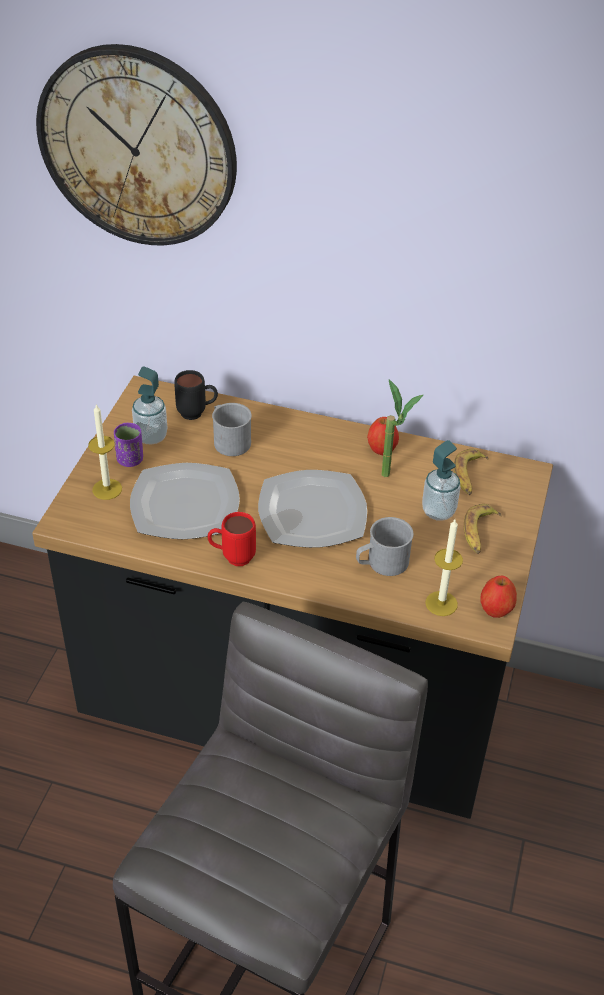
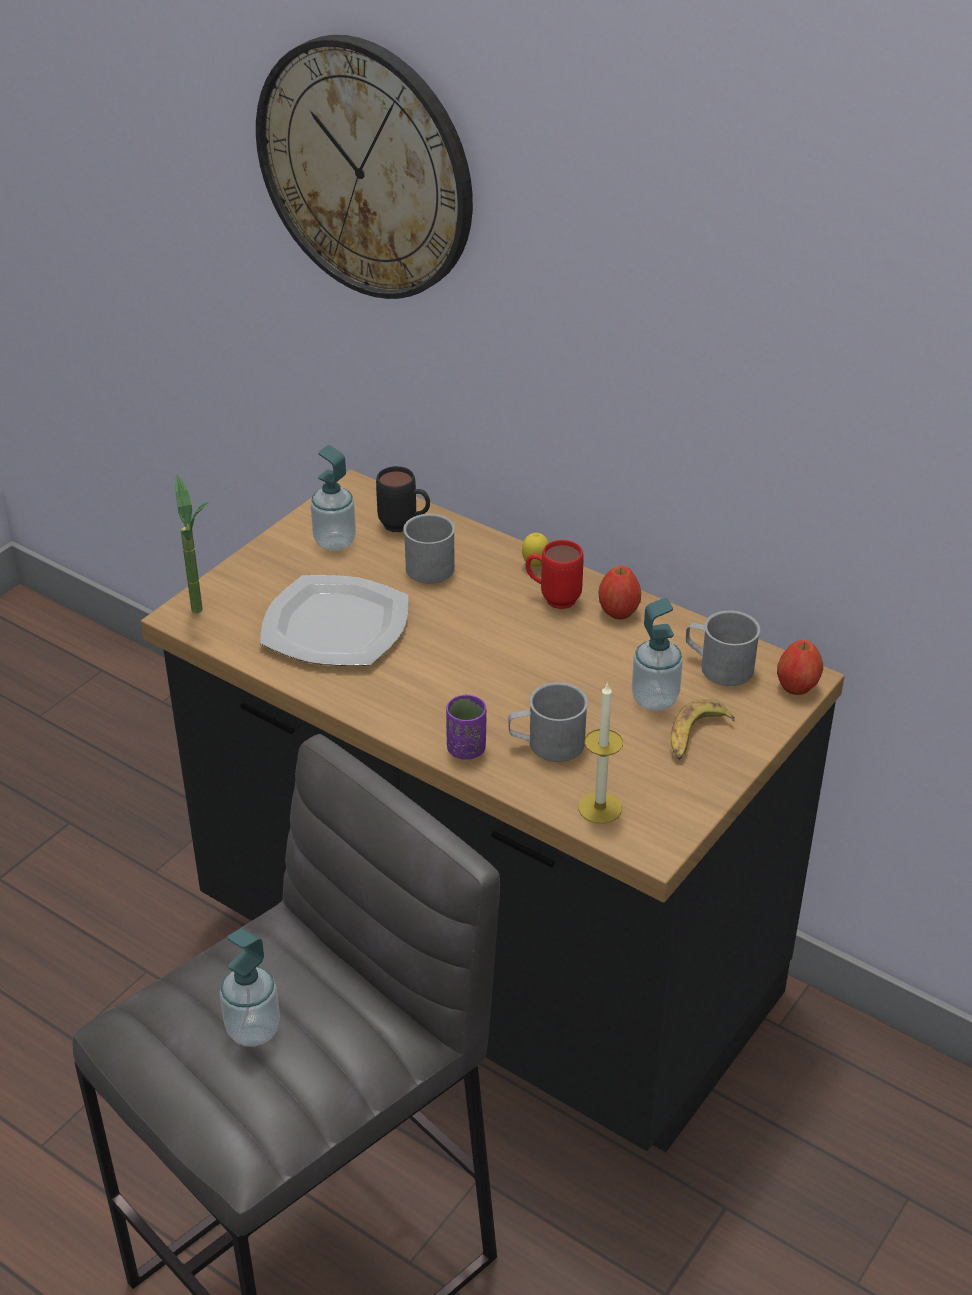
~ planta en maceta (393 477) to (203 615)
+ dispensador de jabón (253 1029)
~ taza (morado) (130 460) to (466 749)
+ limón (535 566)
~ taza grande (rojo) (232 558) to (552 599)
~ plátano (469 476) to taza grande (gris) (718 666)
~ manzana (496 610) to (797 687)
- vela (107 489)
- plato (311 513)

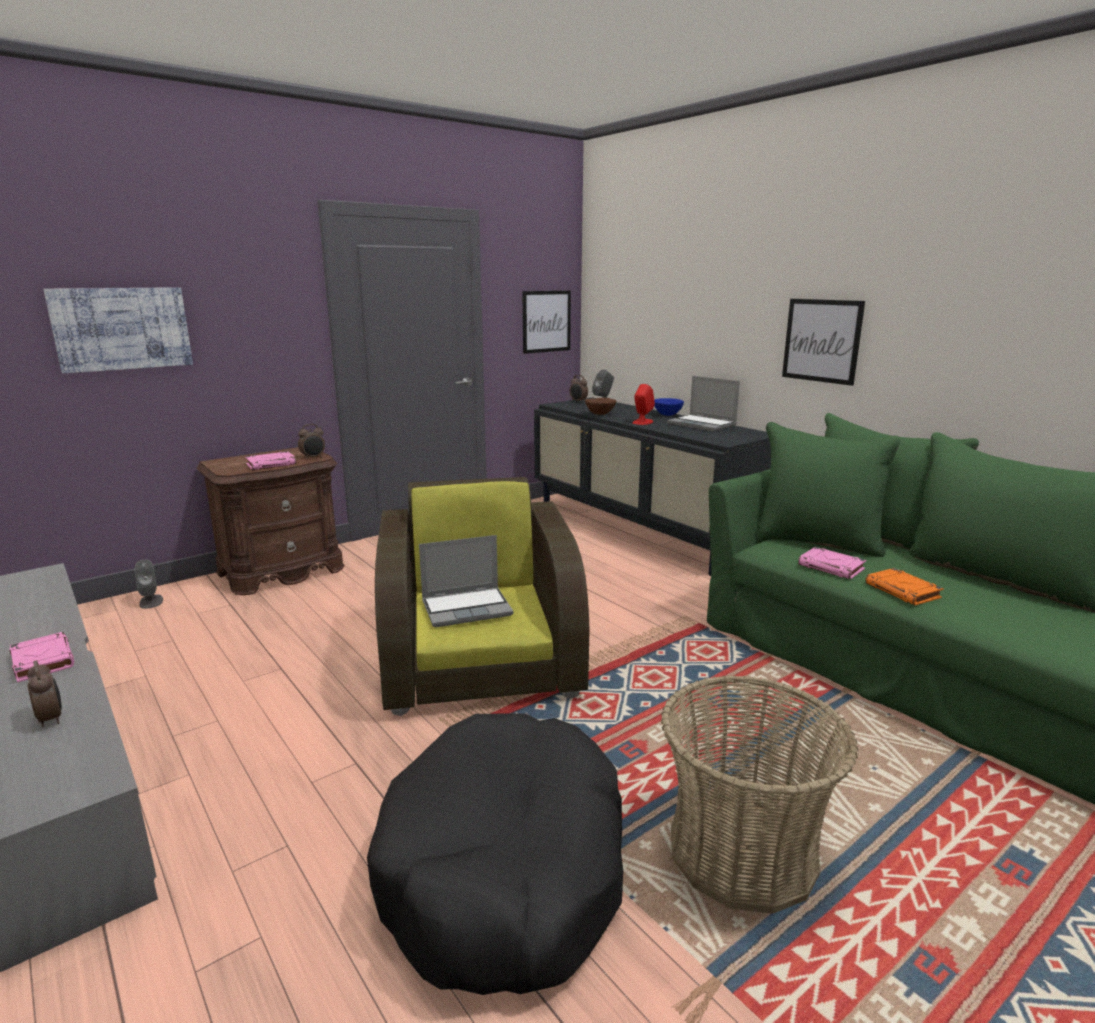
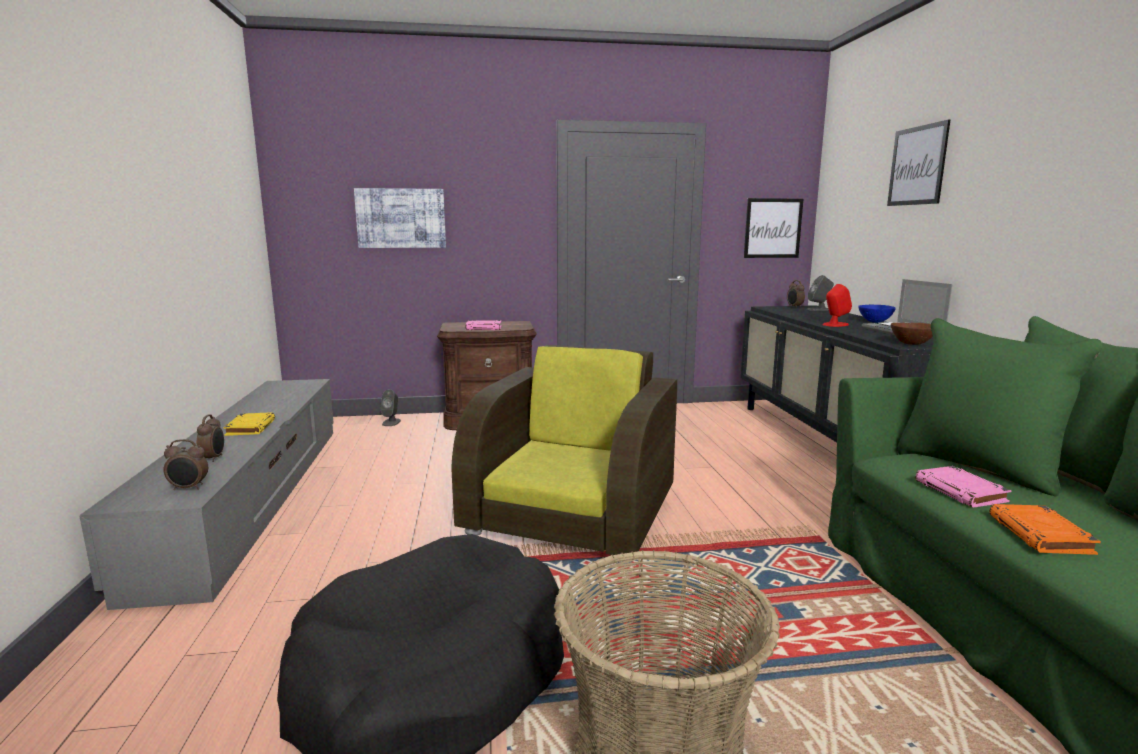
~ despertador (313 458) to (189 488)
~ libro (rosa) (42 661) to libro (amarillo) (250 427)
~ cuadro (821 341) to (917 165)
~ cuenco (marrón) (600 414) to (912 344)
- portátil (467 608)

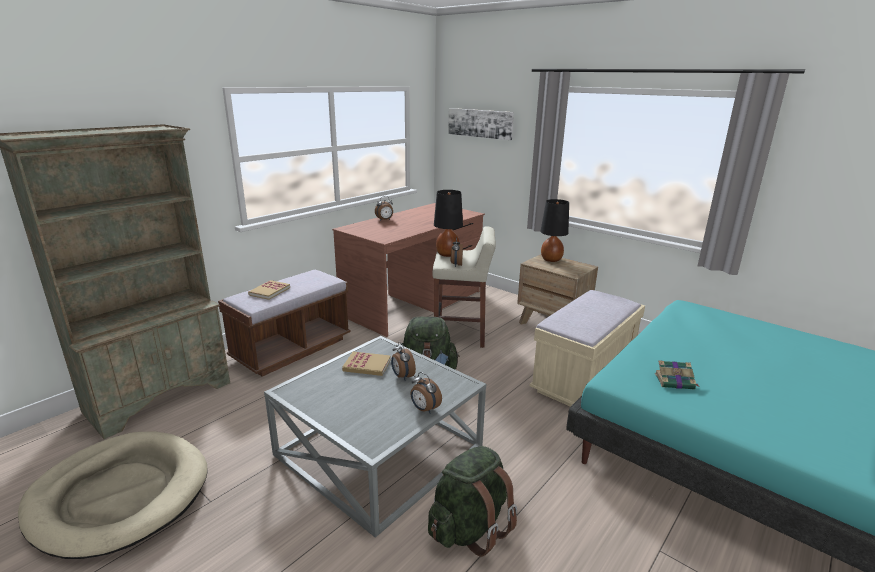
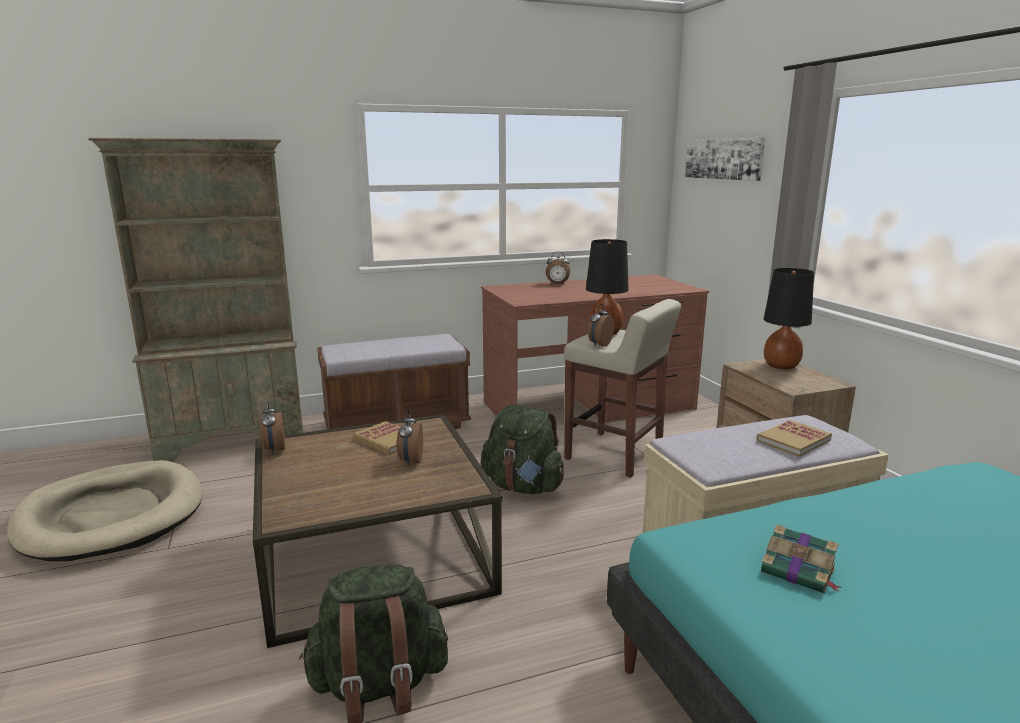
~ mesa de centro (gris) (380 449) to mesa de centro (marrón) (375 555)
~ despertador (424 409) to (274 449)
~ libro (269 291) to (793 440)

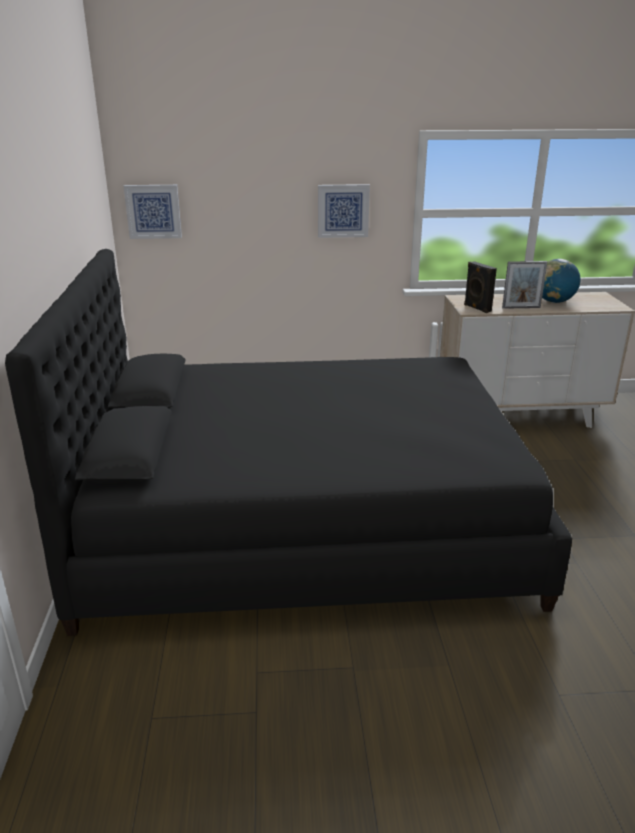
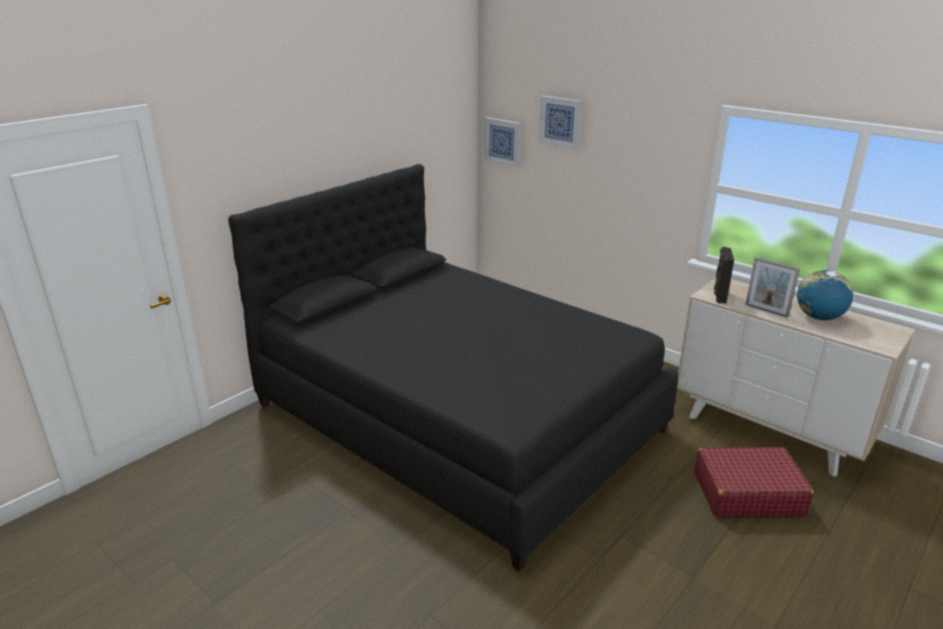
~ cuadro (343 211) to (560 121)
+ maleta (rojo) (747 494)

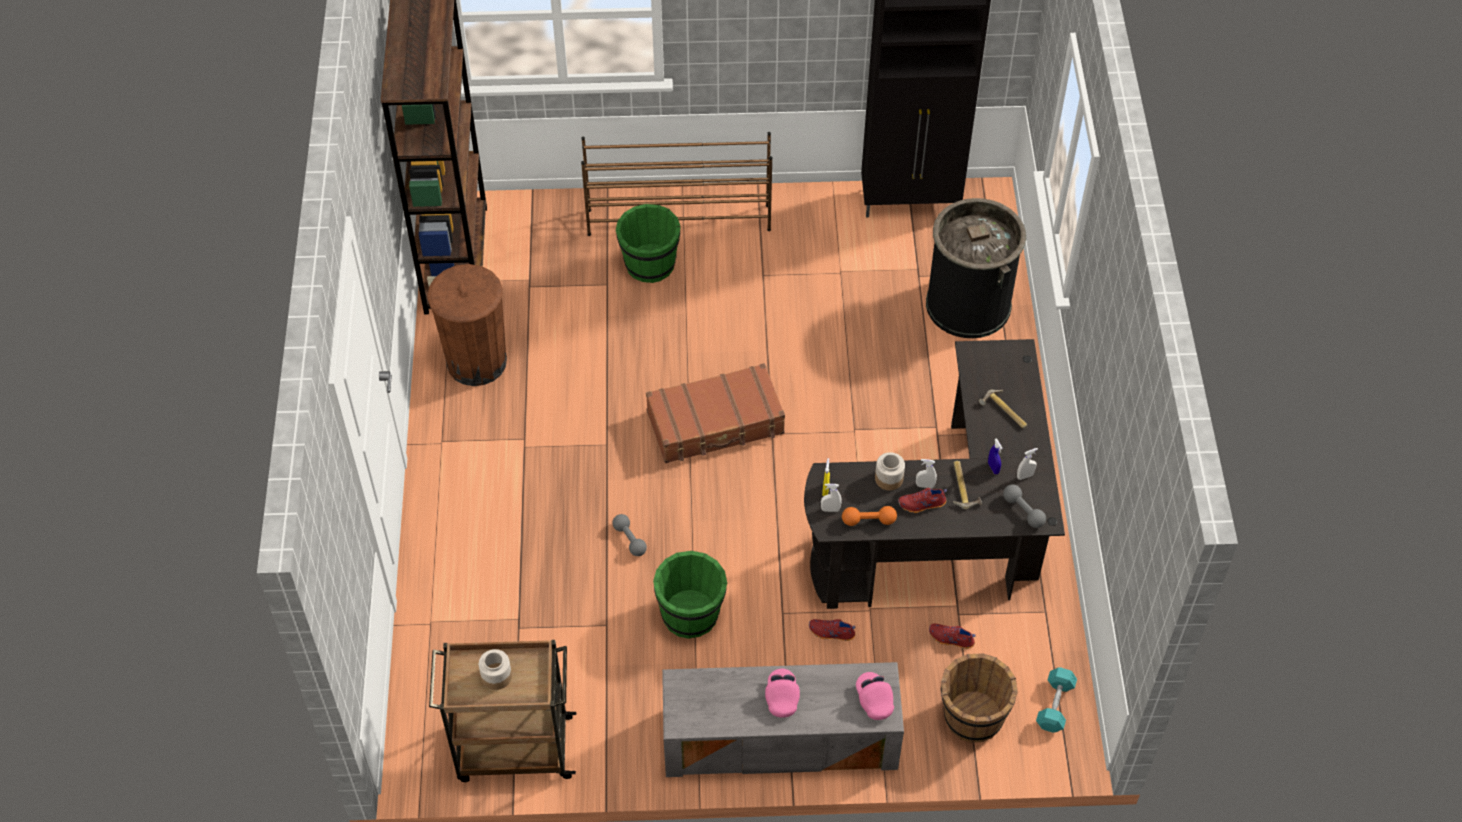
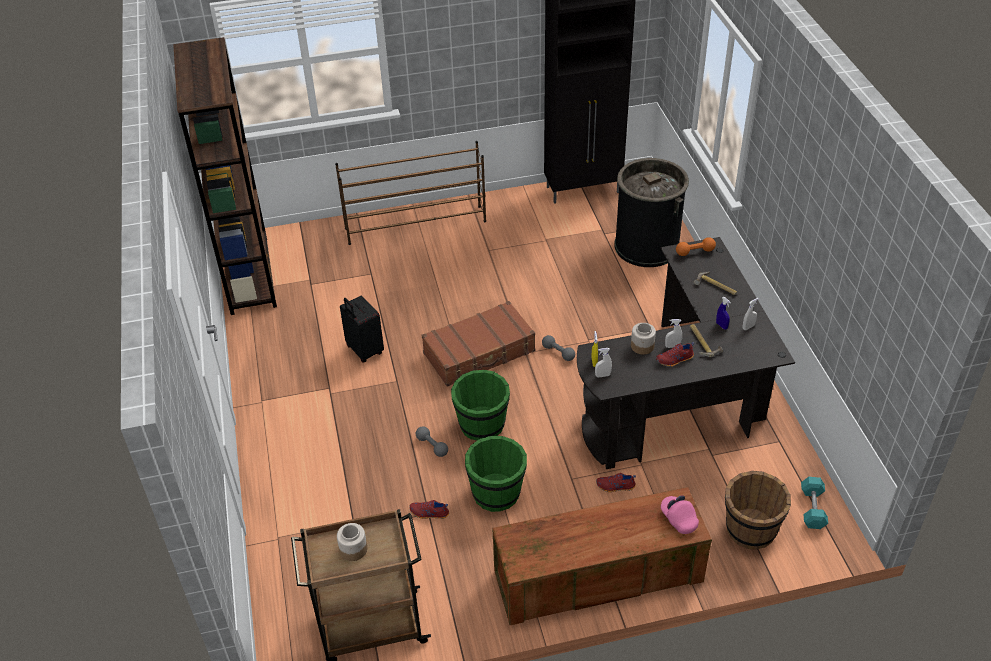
+ maleta (negro) (364 351)
~ zapato (rojo) (950 639) to (429 513)
~ cubo (verde) (650 265) to (482 425)
~ banco (gris) (778 741) to banco (marrón) (597 578)
~ mancuerna (gris) (1023 511) to (558 352)
~ mancuerna (naranja) (868 521) to (695 252)
- papelera (marrón) (477 362)
- gorra (rosa) (782 697)

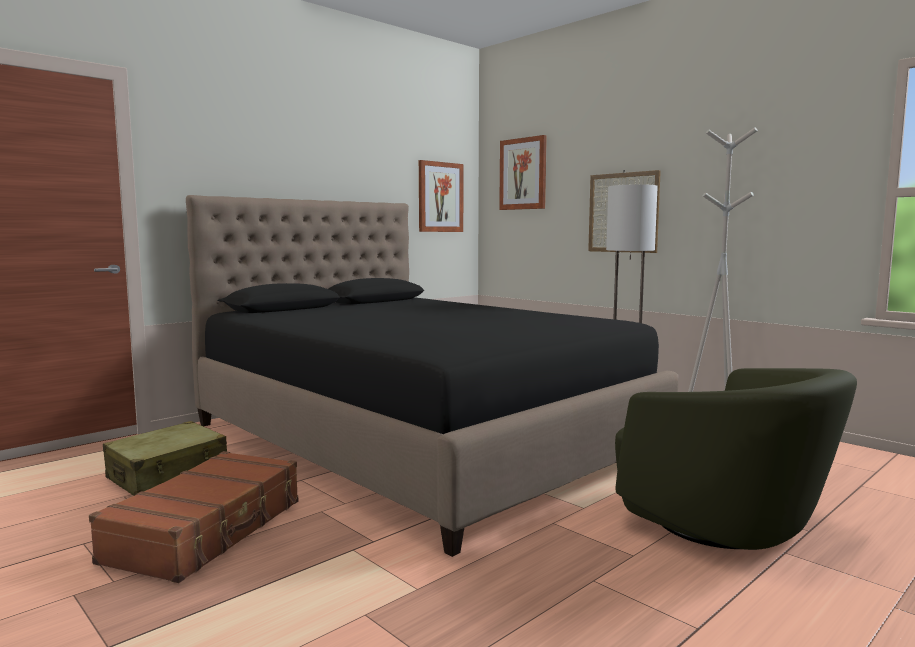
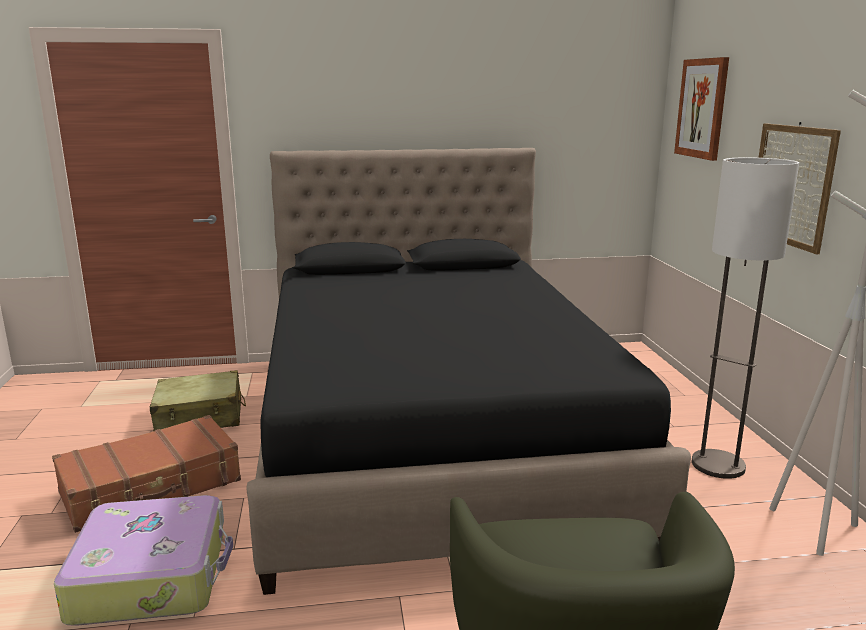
+ maleta (152 575)
- cuadro (440 197)

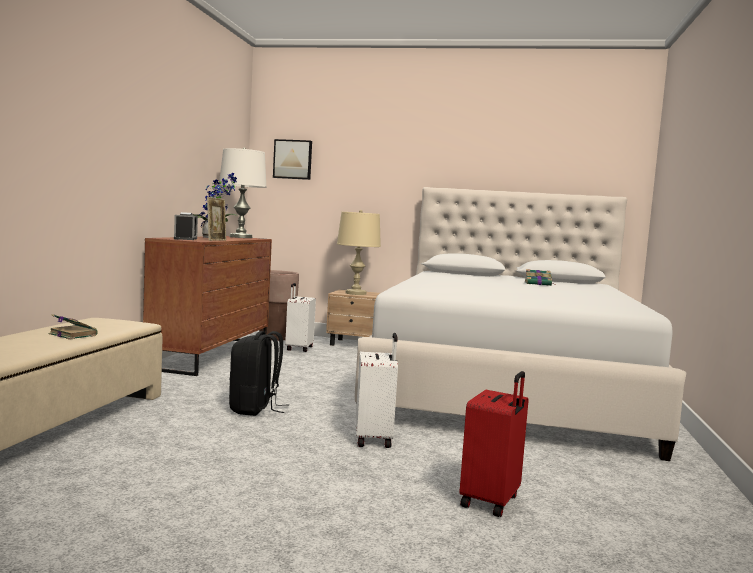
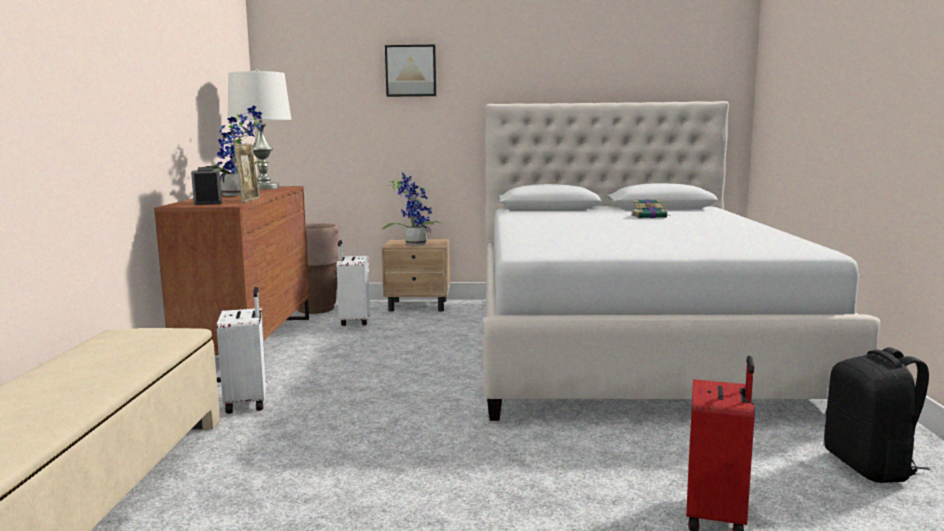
~ maleta (blanco) (374 439) to (248 402)
~ lámpara de mesa (beis) (356 293) to planta en maceta (414 244)
~ cuadro (293 159) to (411 71)
~ mochila (negro) (255 409) to (871 467)
- libro (72 334)

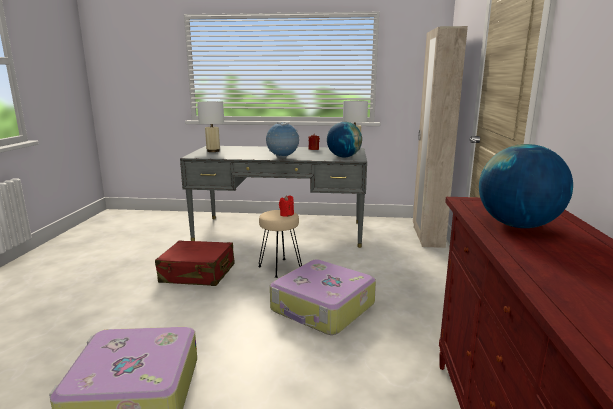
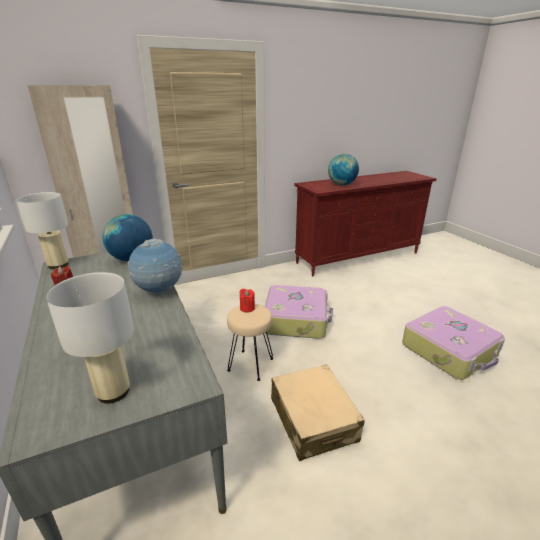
~ maleta (rojo) (198 274) to maleta (beis) (313 419)

